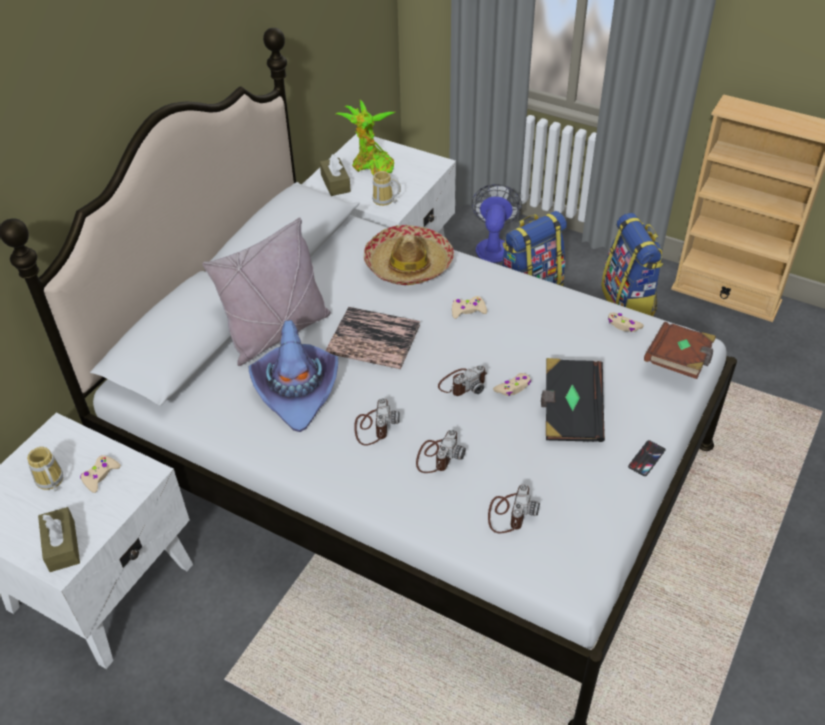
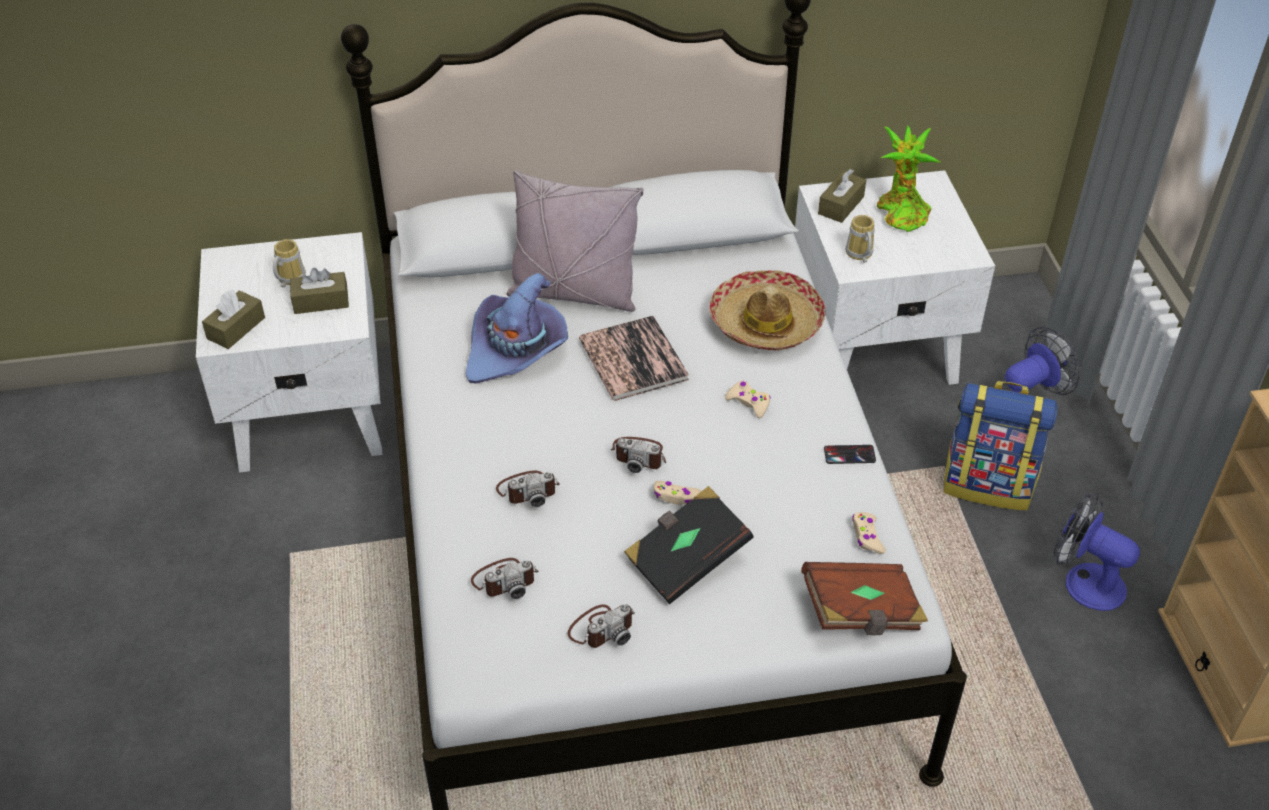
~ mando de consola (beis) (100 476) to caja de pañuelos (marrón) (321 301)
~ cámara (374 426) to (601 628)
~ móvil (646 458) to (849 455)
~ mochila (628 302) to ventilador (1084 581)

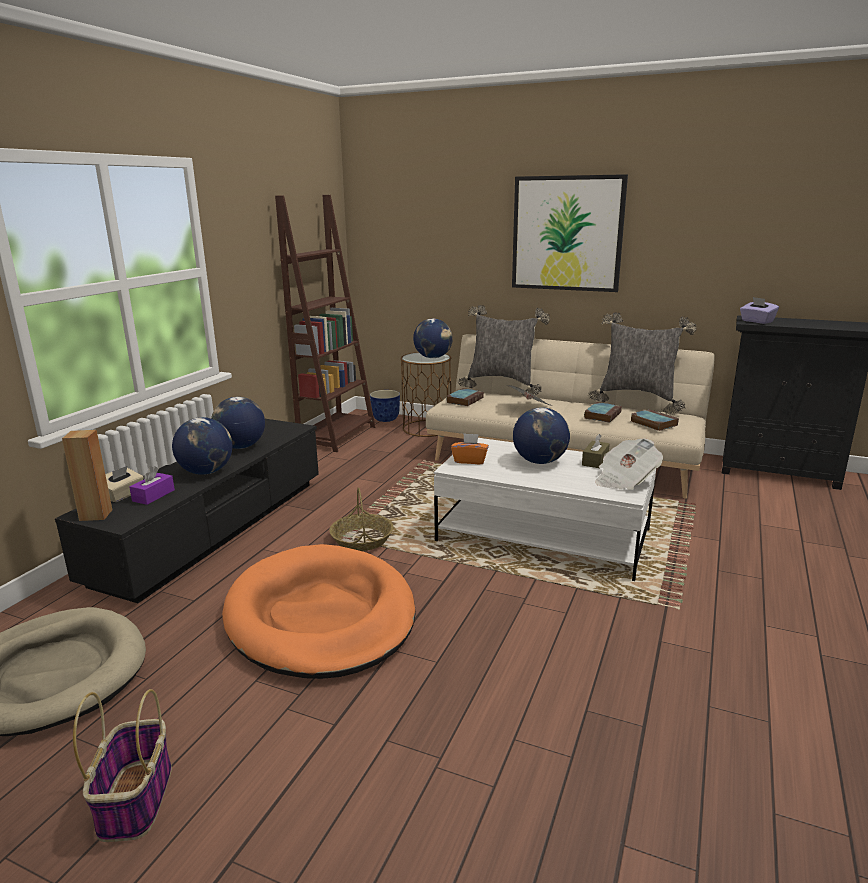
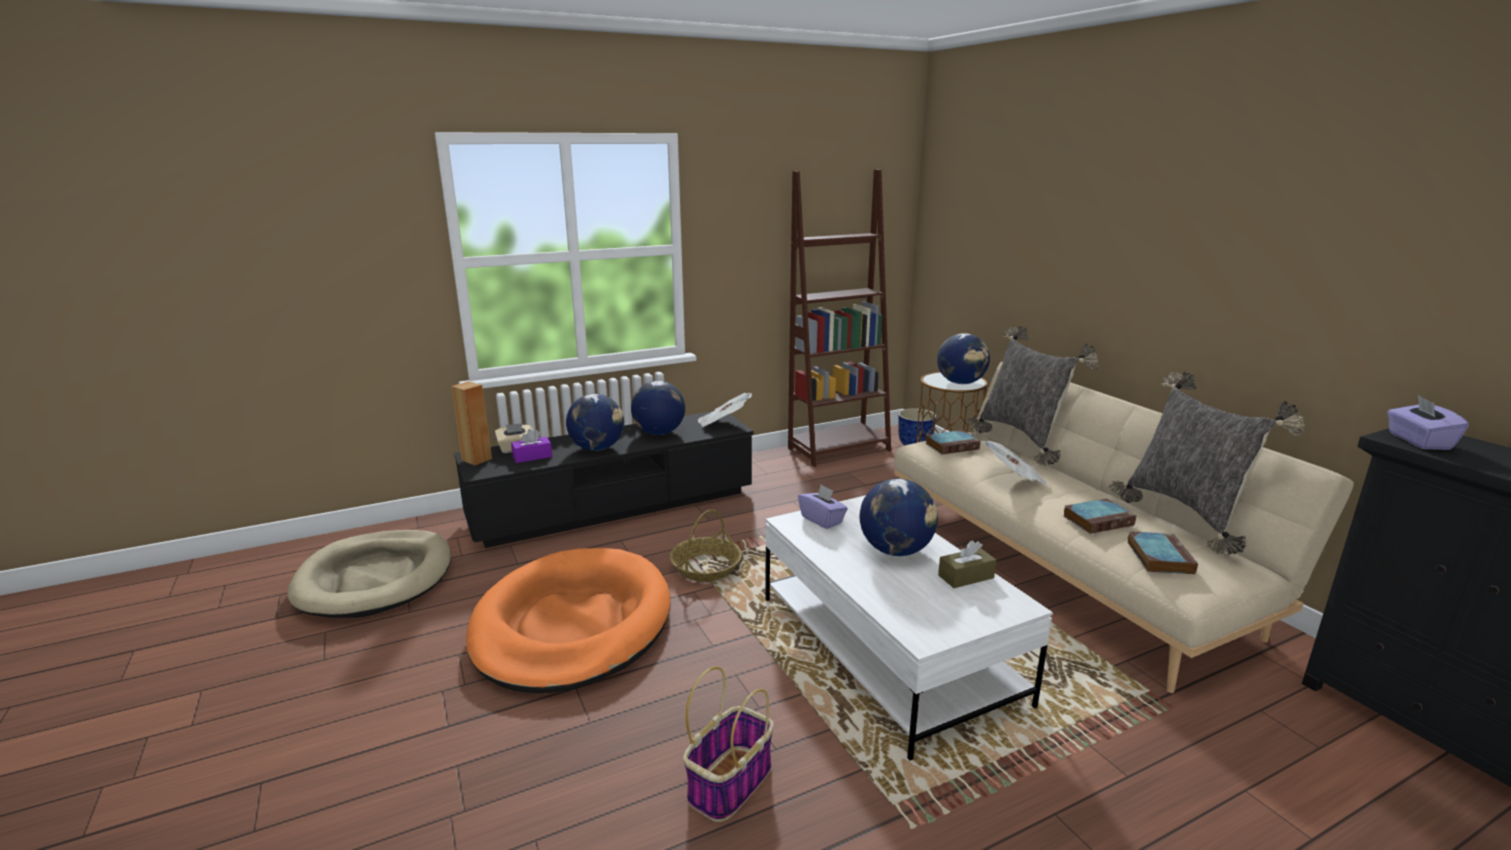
~ cesta (136 798) to (730 782)
~ periódico (625 480) to (723 423)
~ caja de pañuelos (naranja) (470 460) to caja de pañuelos (morado) (822 520)
- cuadro (567 233)

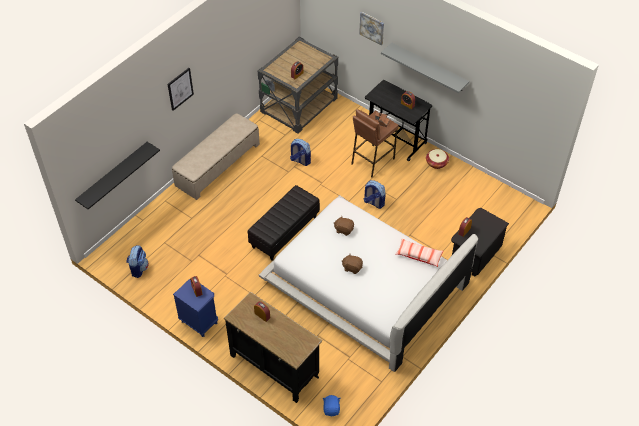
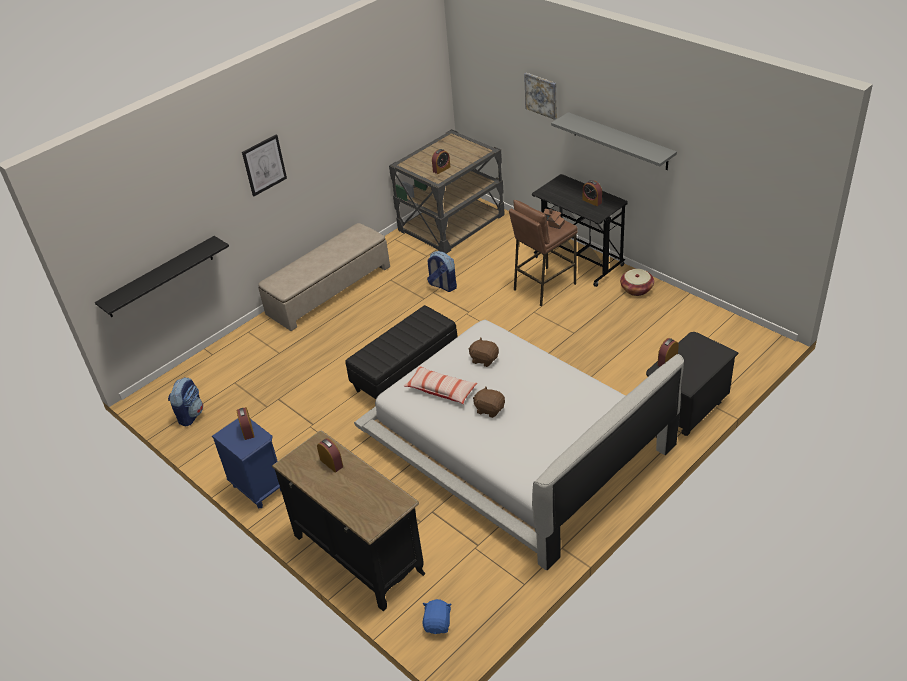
~ cojín (419 255) to (441 390)
- mochila (373 202)

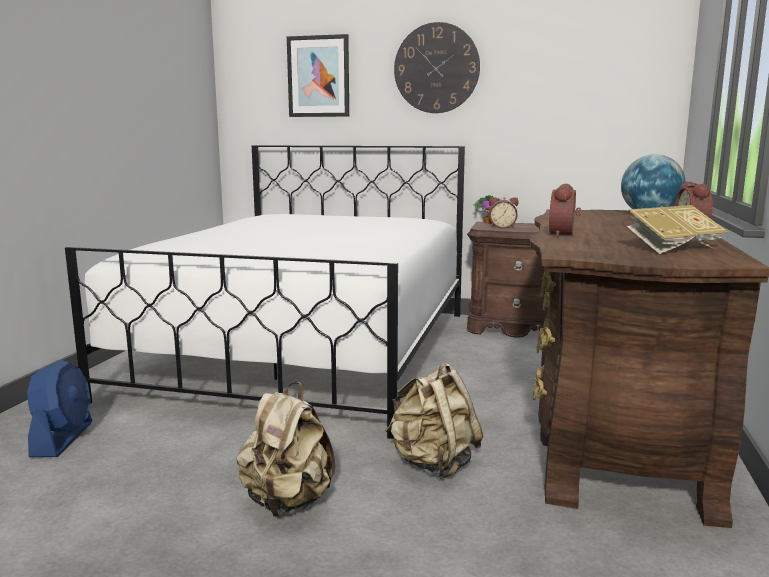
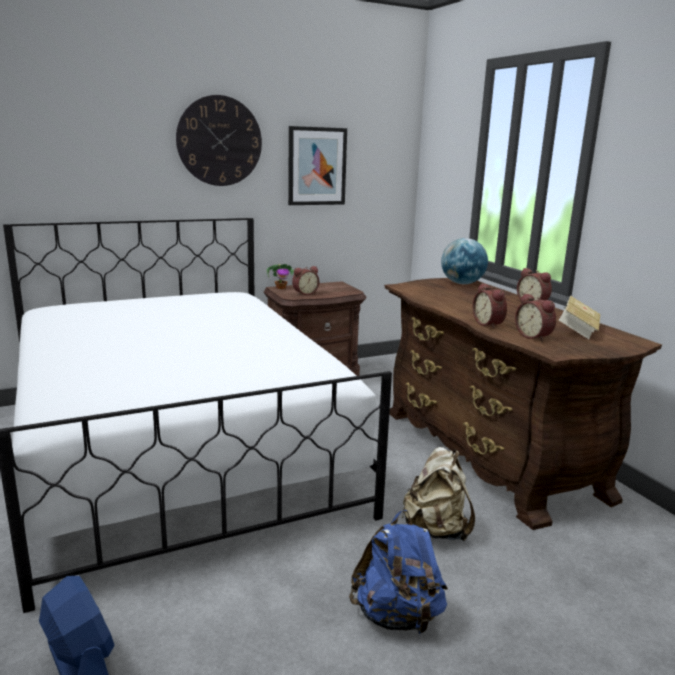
~ cuadro (318 76) to (317 166)
~ mochila (beis) (288 503) to mochila (azul) (397 616)
+ despertador (534 336)

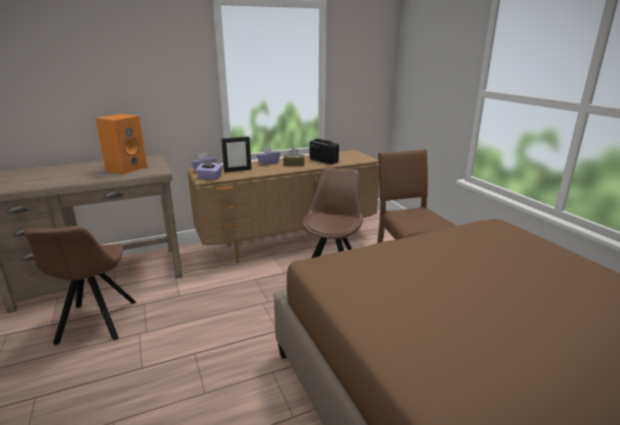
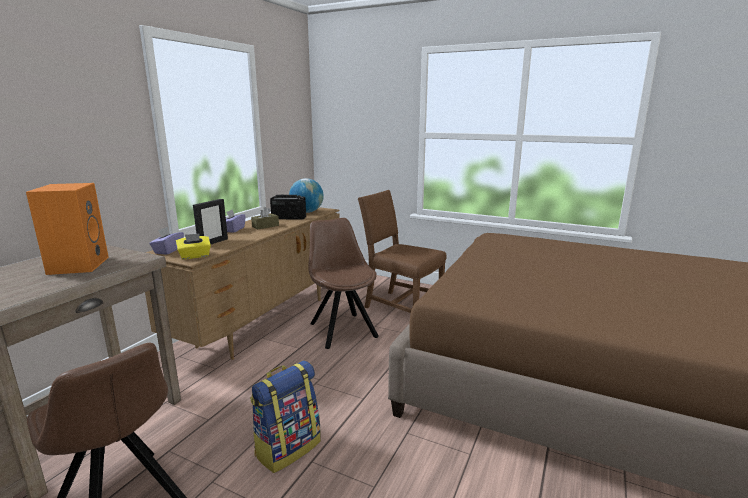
~ caja de pañuelos (morado) (209 177) to caja de pañuelos (amarillo) (195 256)
+ mochila (288 448)
+ globo terráqueo (307 212)

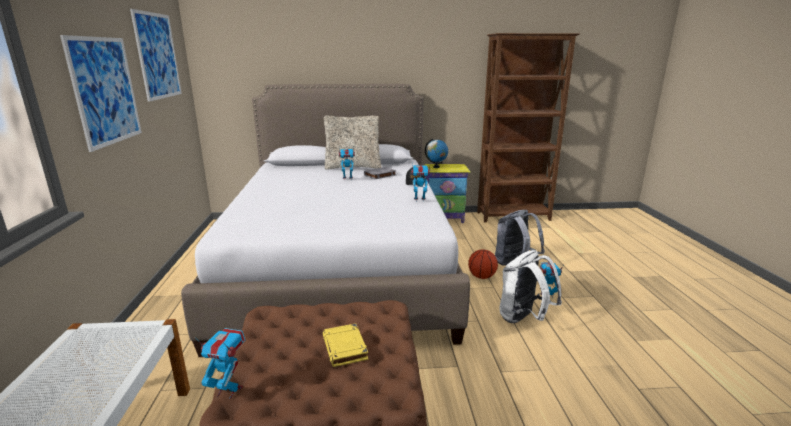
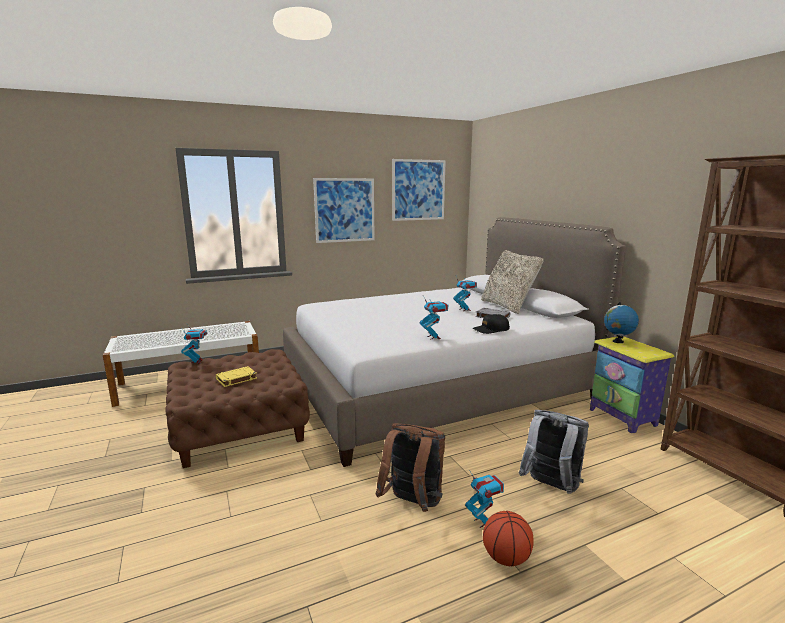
~ mochila (blanco) (524 318) to mochila (marrón) (412 504)
~ balón de baloncesto (482 277) to (506 558)

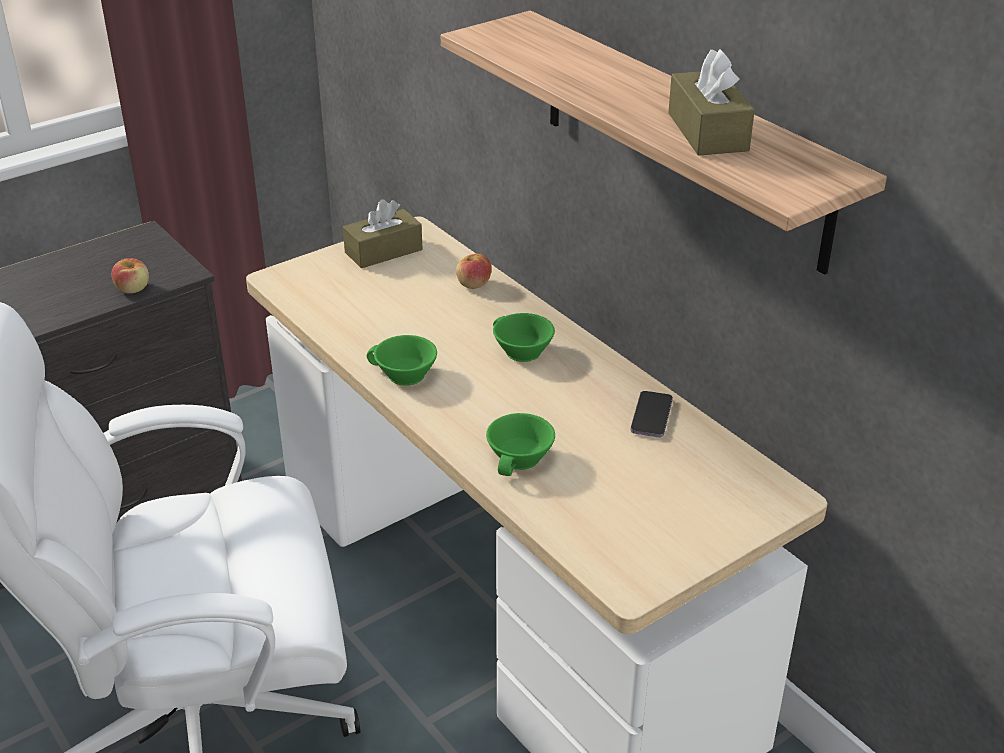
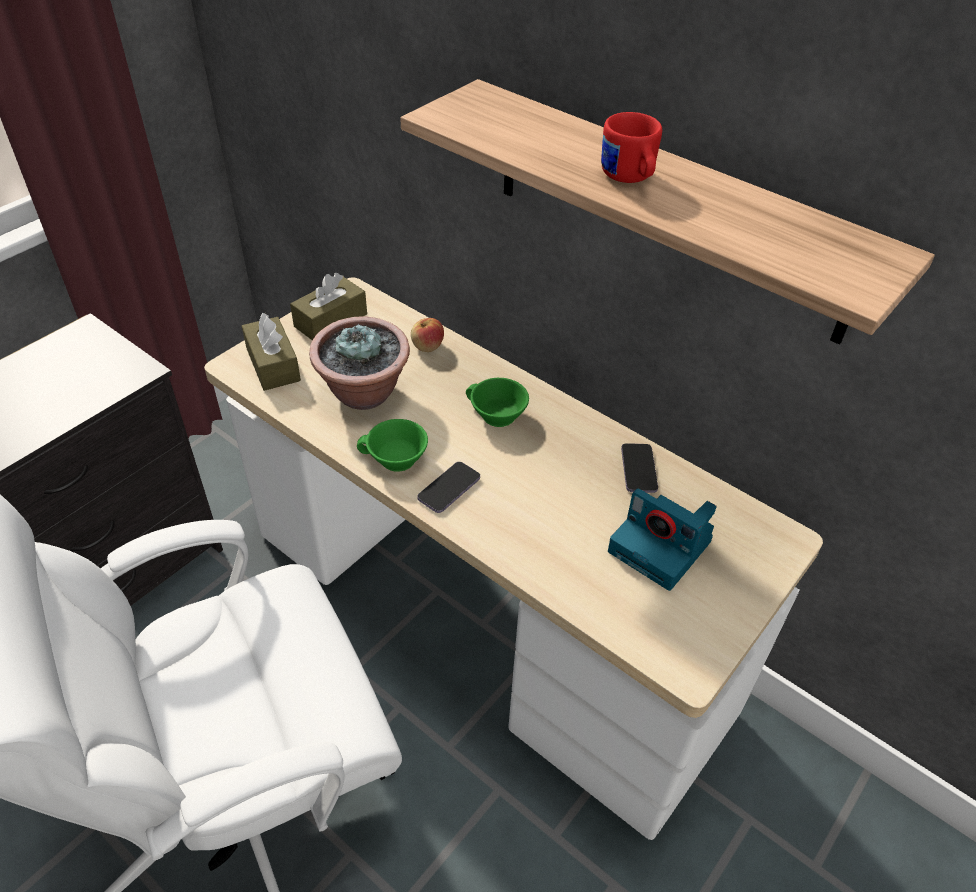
~ caja de pañuelos (marrón) (707 132) to (273 364)
+ planta en maceta (364 393)
+ móvil (449 489)
+ taza grande (rojo) (629 179)
+ cámara (662 547)
- manzana (133 288)
- taza (verde) (522 459)

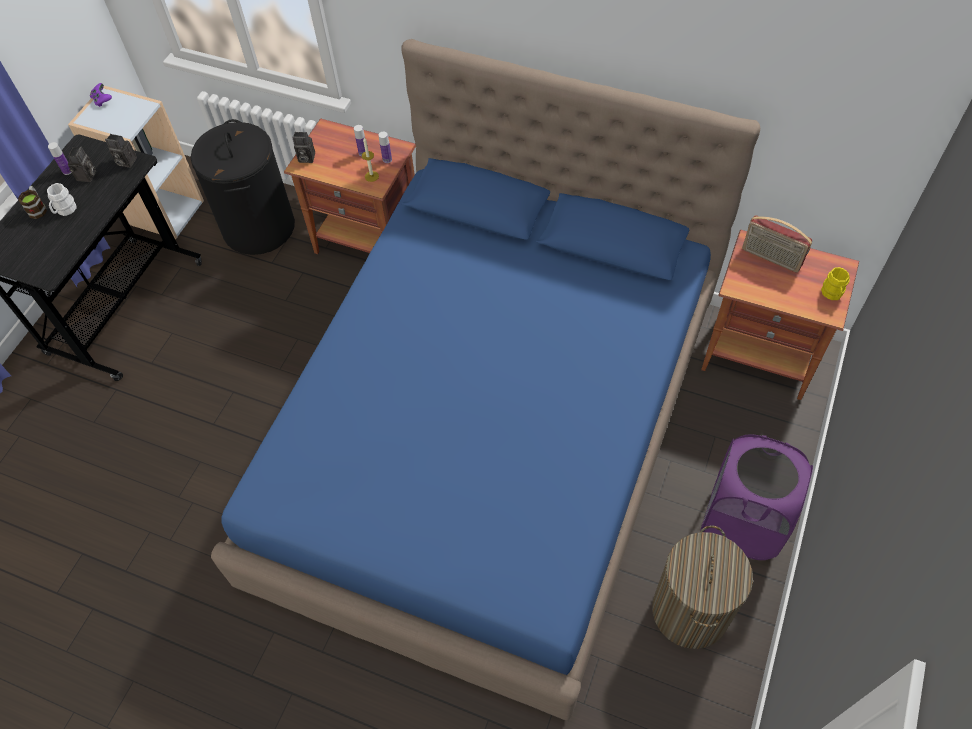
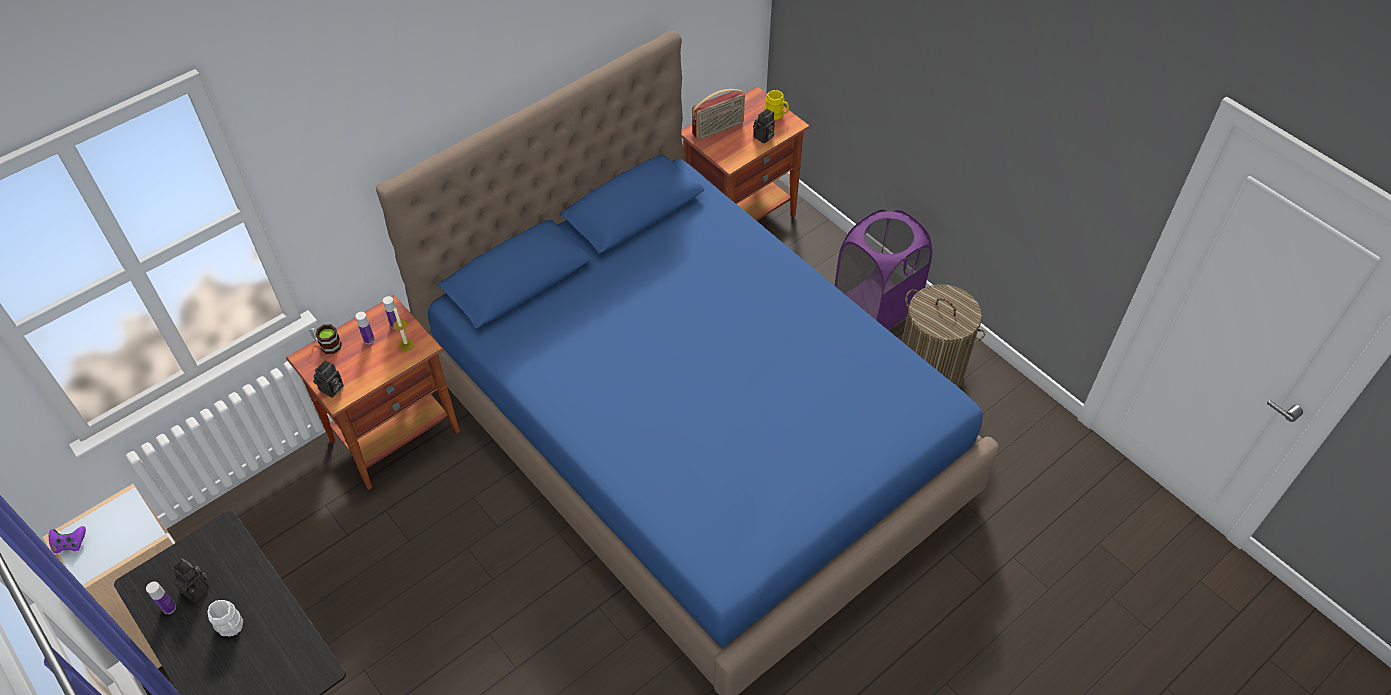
~ taza grande (38 208) to (327 345)
~ cámara (125 162) to (763 138)
- cesto de la ropa (negro) (259 227)

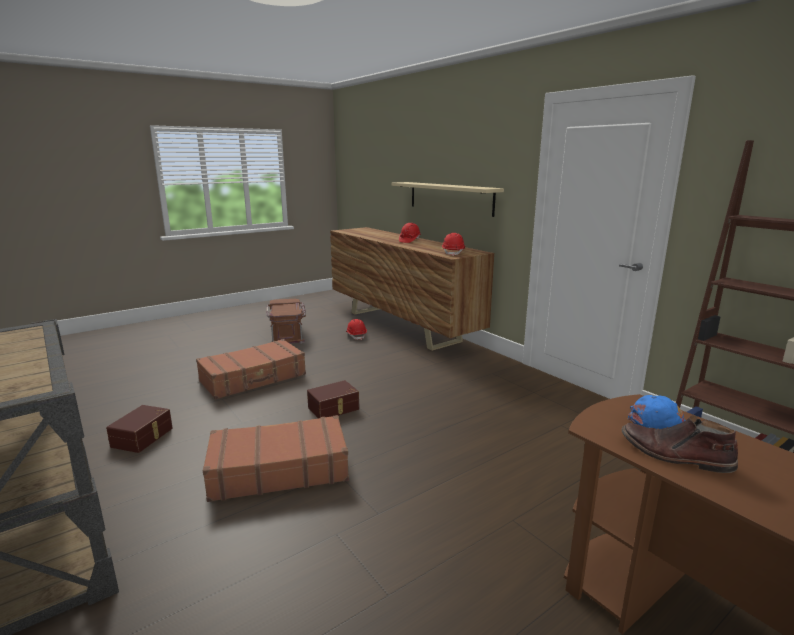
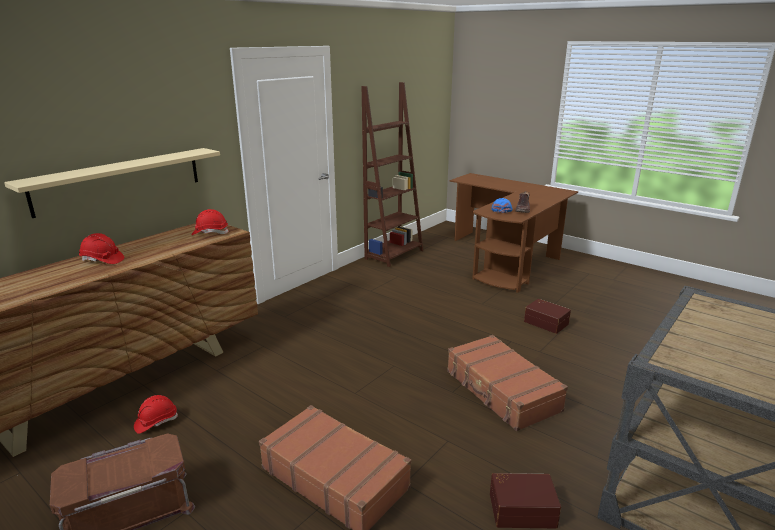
~ caja de almacenaje (marrón) (334 409) to (546 322)

